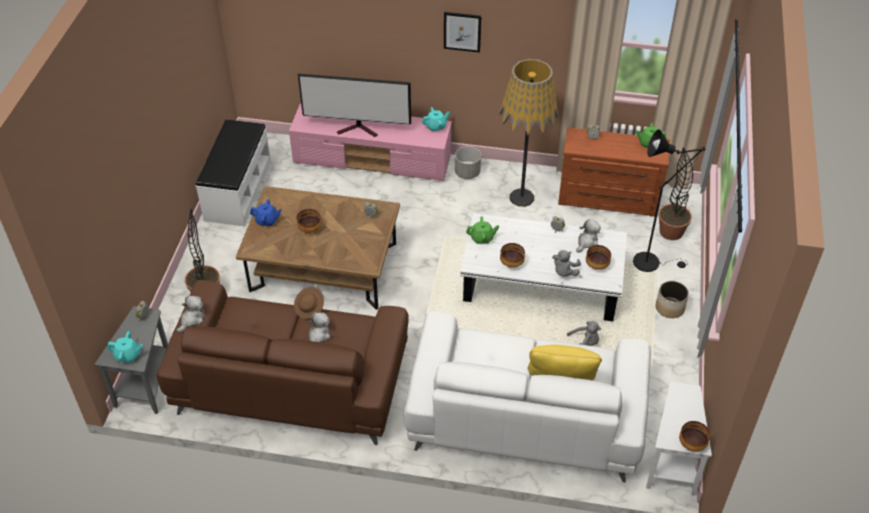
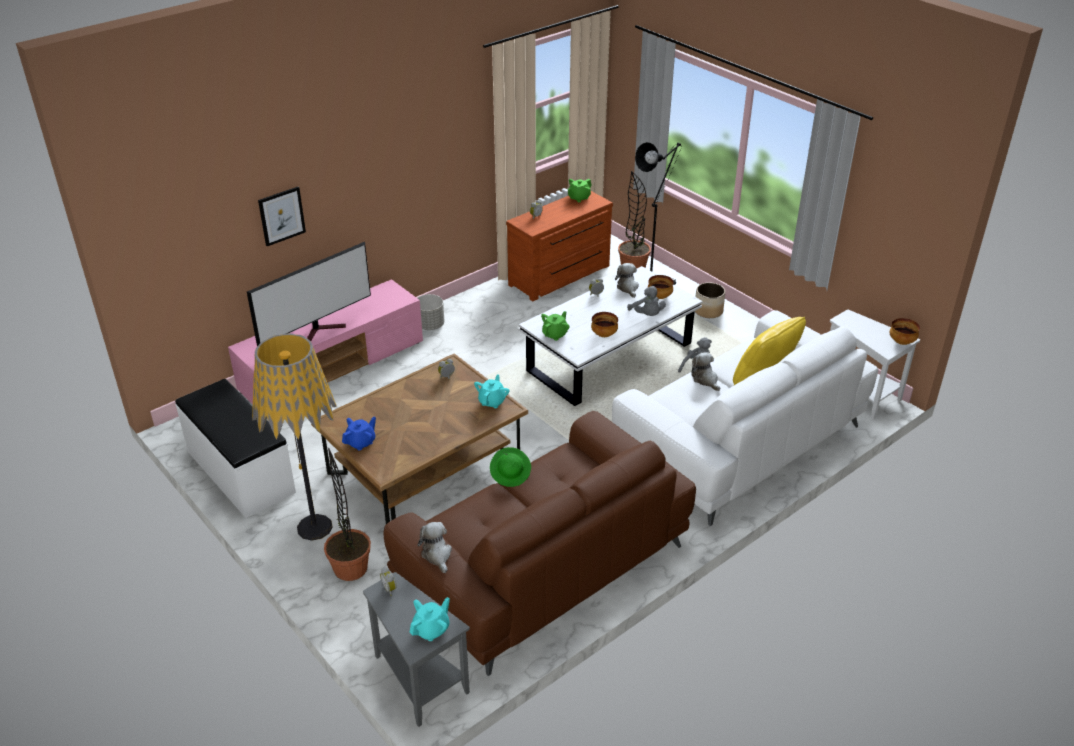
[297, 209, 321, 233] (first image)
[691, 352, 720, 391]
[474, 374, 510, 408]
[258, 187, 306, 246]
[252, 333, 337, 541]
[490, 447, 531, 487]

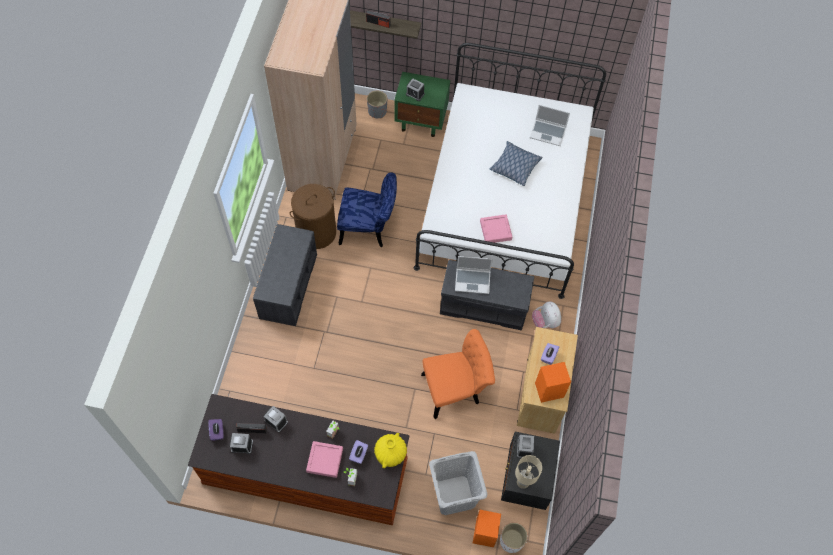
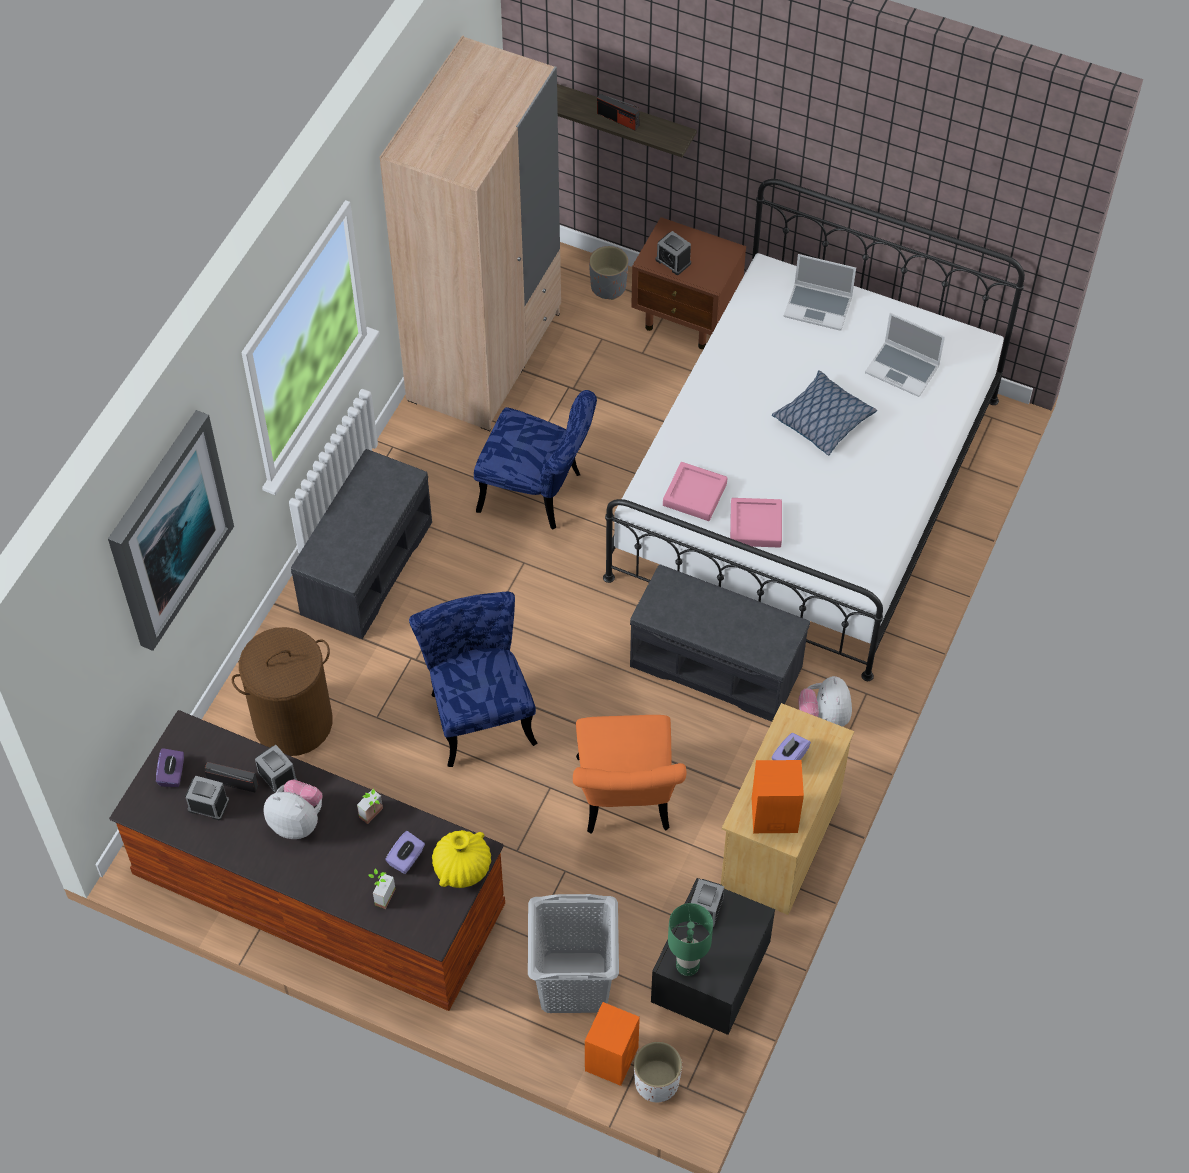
[108, 410, 234, 651]
[264, 779, 323, 839]
[409, 592, 538, 767]
[232, 627, 333, 756]
[663, 462, 727, 521]
[784, 254, 856, 331]
[631, 217, 746, 349]
[668, 903, 713, 976]
[573, 715, 686, 834]

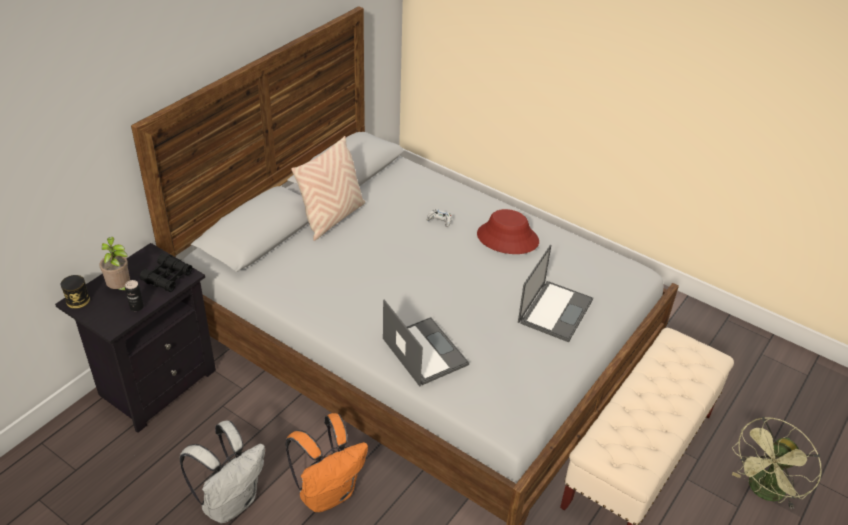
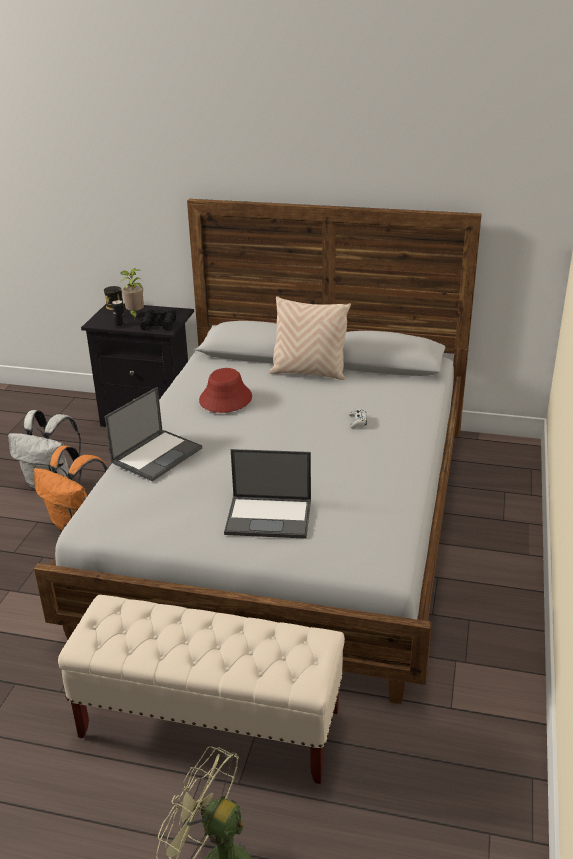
[199, 368, 252, 413]

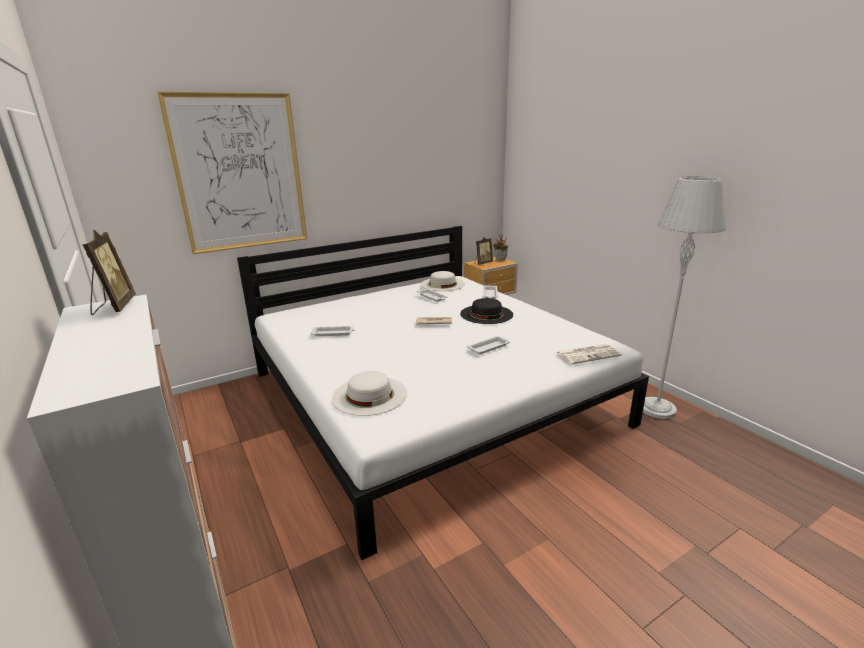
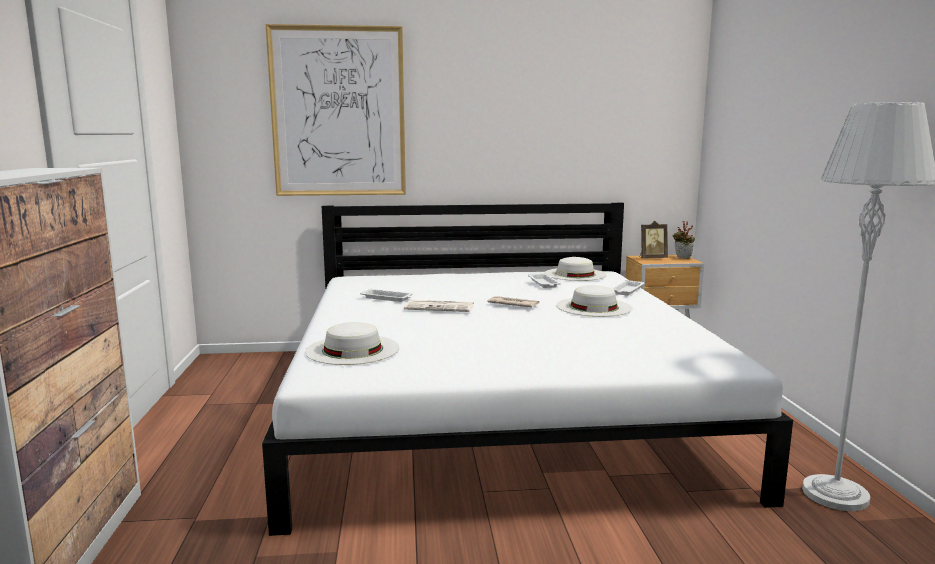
[83, 230, 136, 315] (first image)
[467, 336, 510, 354] (first image)
[404, 300, 474, 312]
[556, 285, 632, 317]

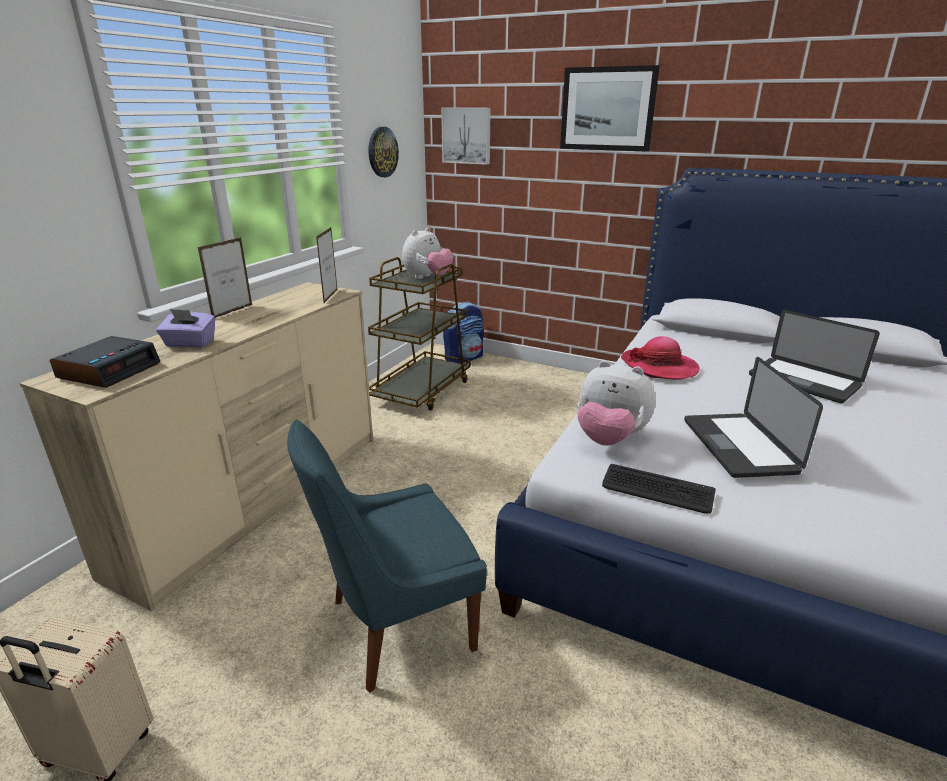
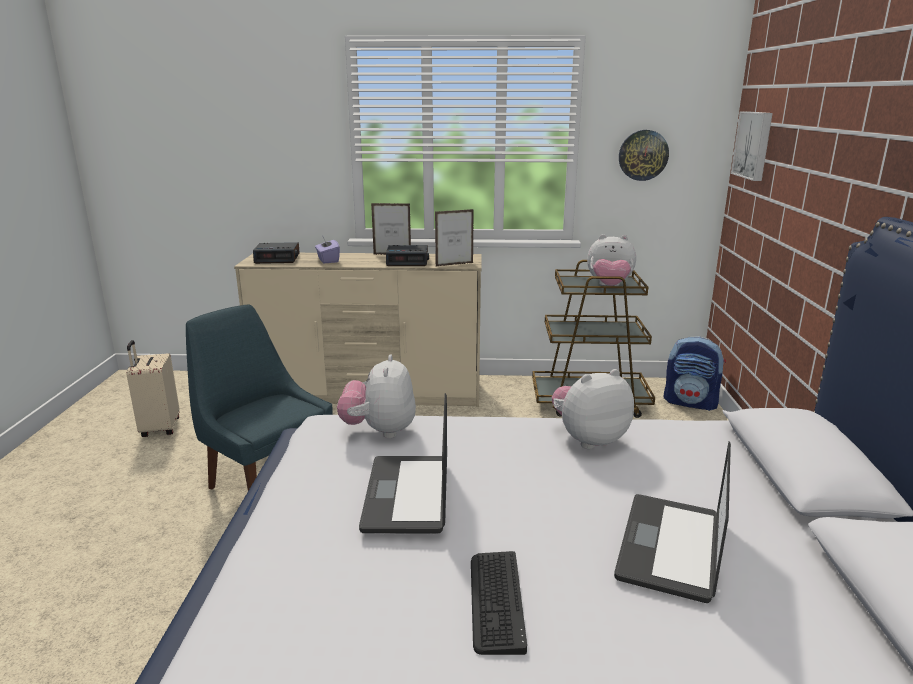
[560, 65, 660, 152] (first image)
[386, 245, 429, 266]
[471, 551, 527, 655]
[552, 369, 634, 449]
[359, 393, 447, 533]

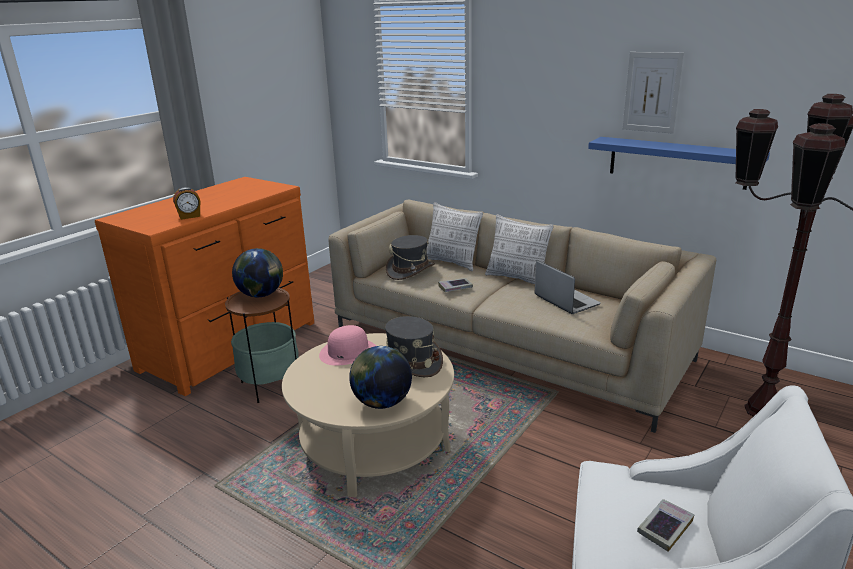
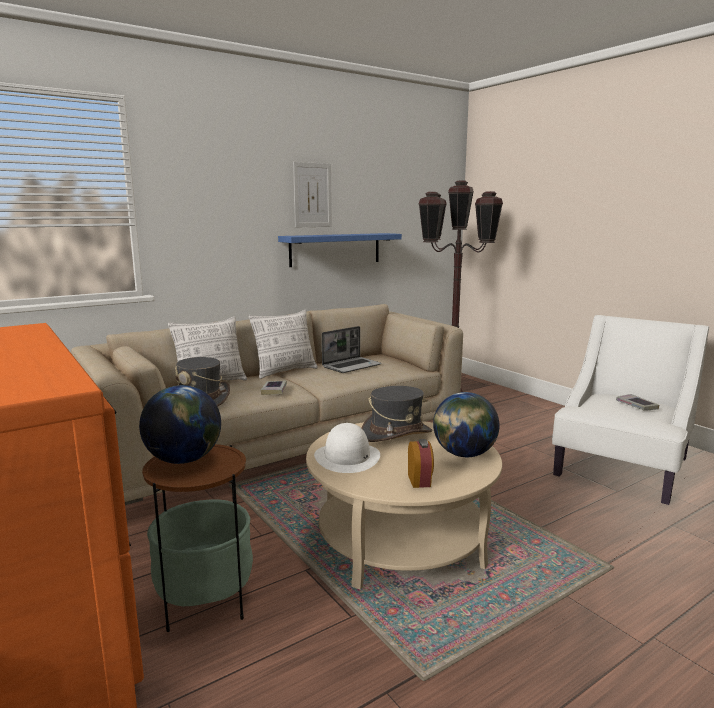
[408, 439, 434, 488]
[314, 423, 380, 473]
[322, 326, 382, 373]

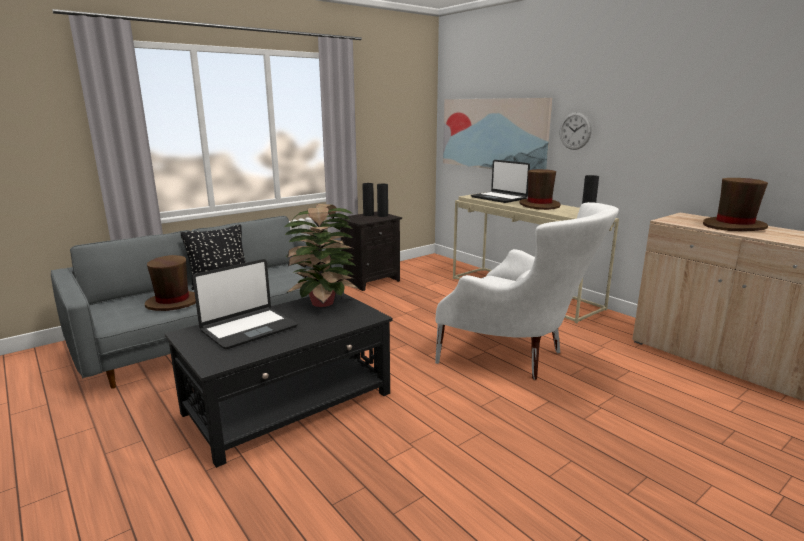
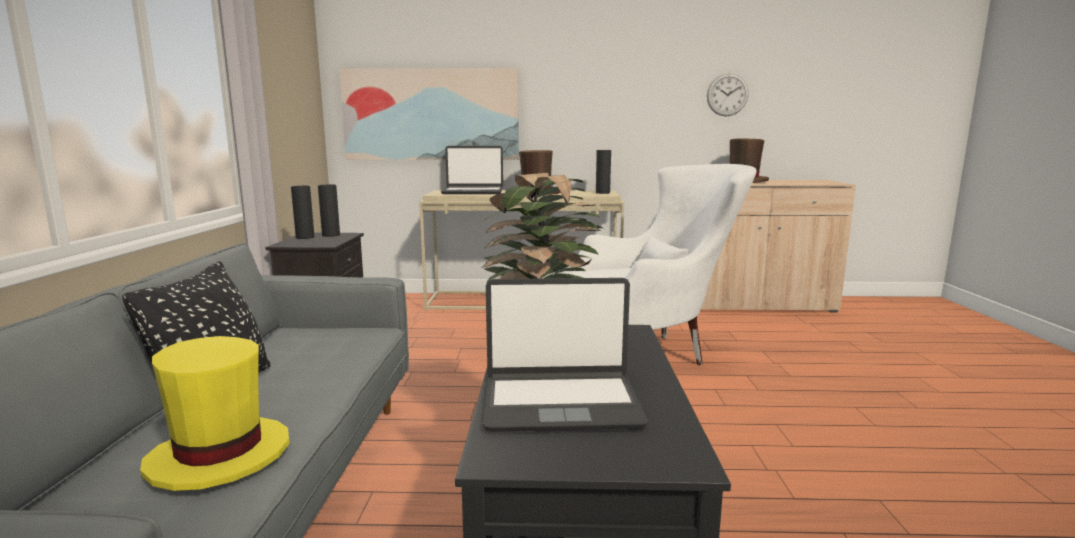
[707, 73, 749, 116]
[140, 336, 290, 491]
[483, 278, 648, 432]

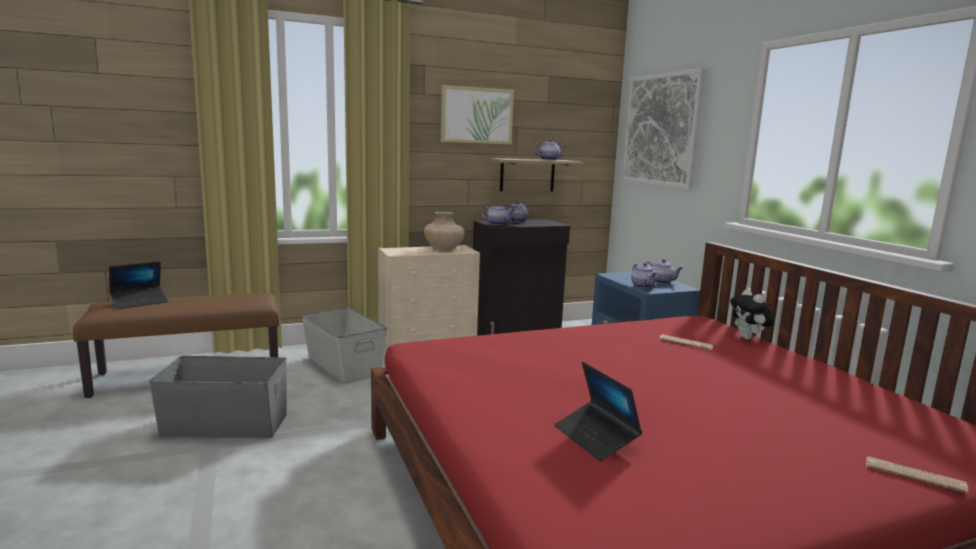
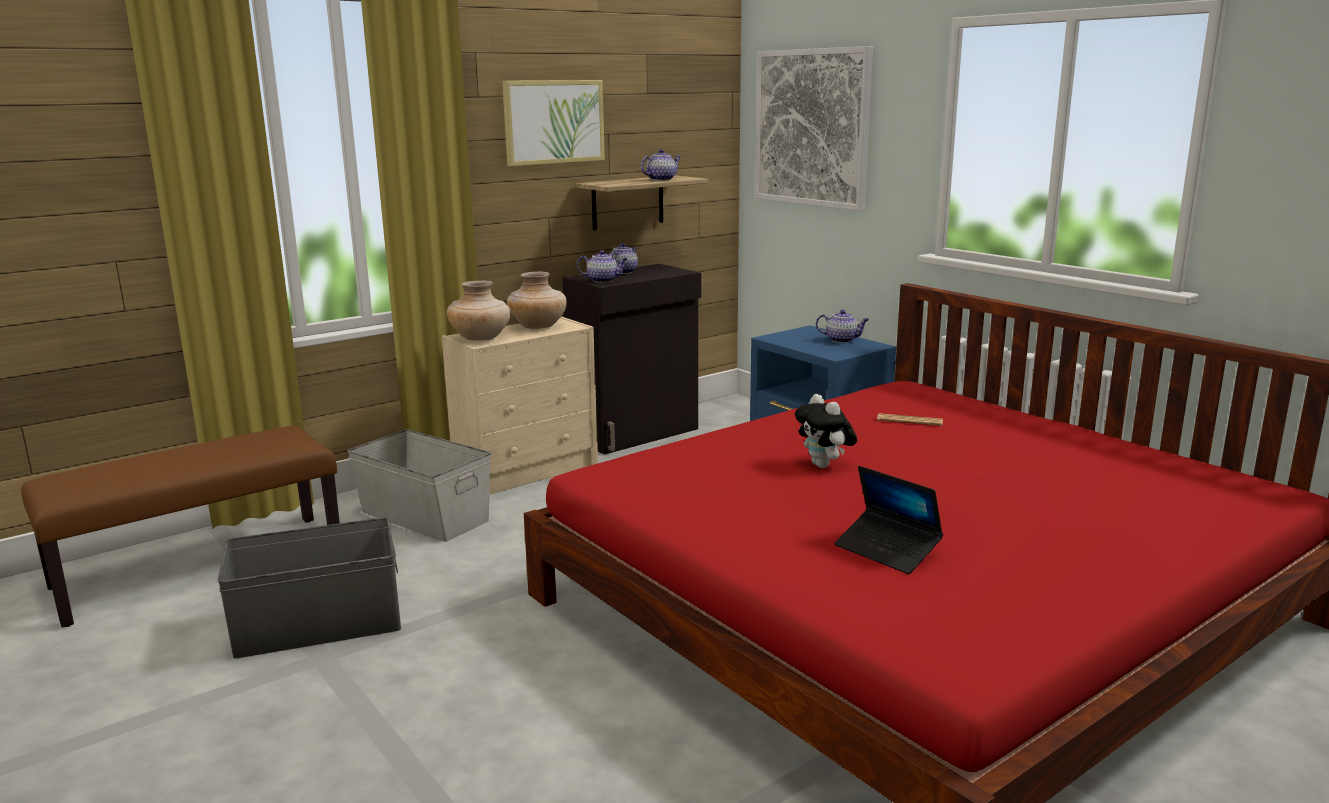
[109, 261, 169, 309] (first image)
[631, 263, 657, 288] (first image)
[866, 456, 968, 494] (first image)
[447, 281, 511, 340]
[795, 394, 857, 468]

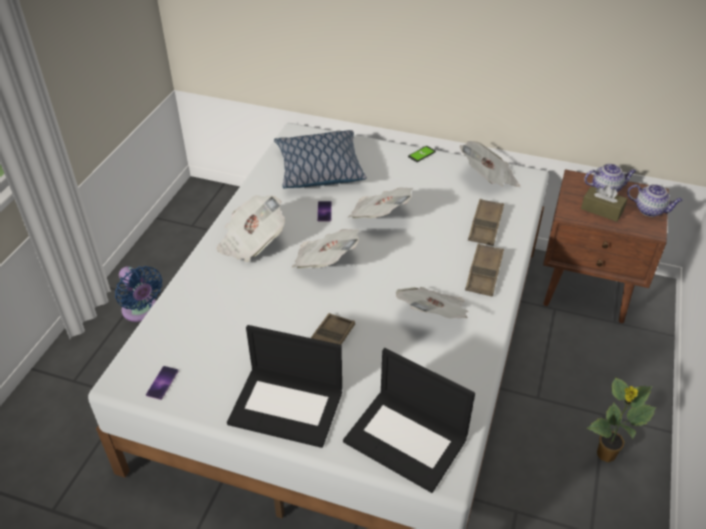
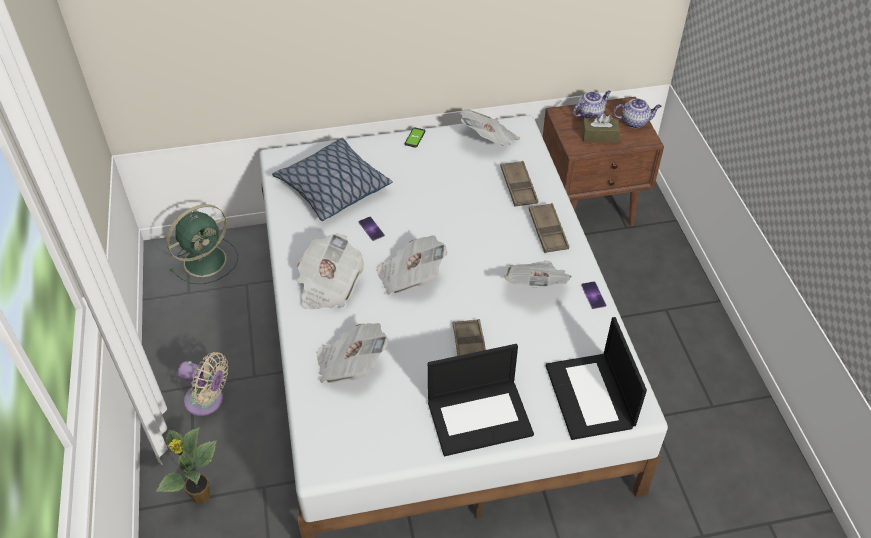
[166, 204, 238, 284]
[581, 281, 606, 309]
[316, 323, 388, 383]
[156, 427, 217, 504]
[178, 352, 228, 416]
[546, 317, 647, 440]

